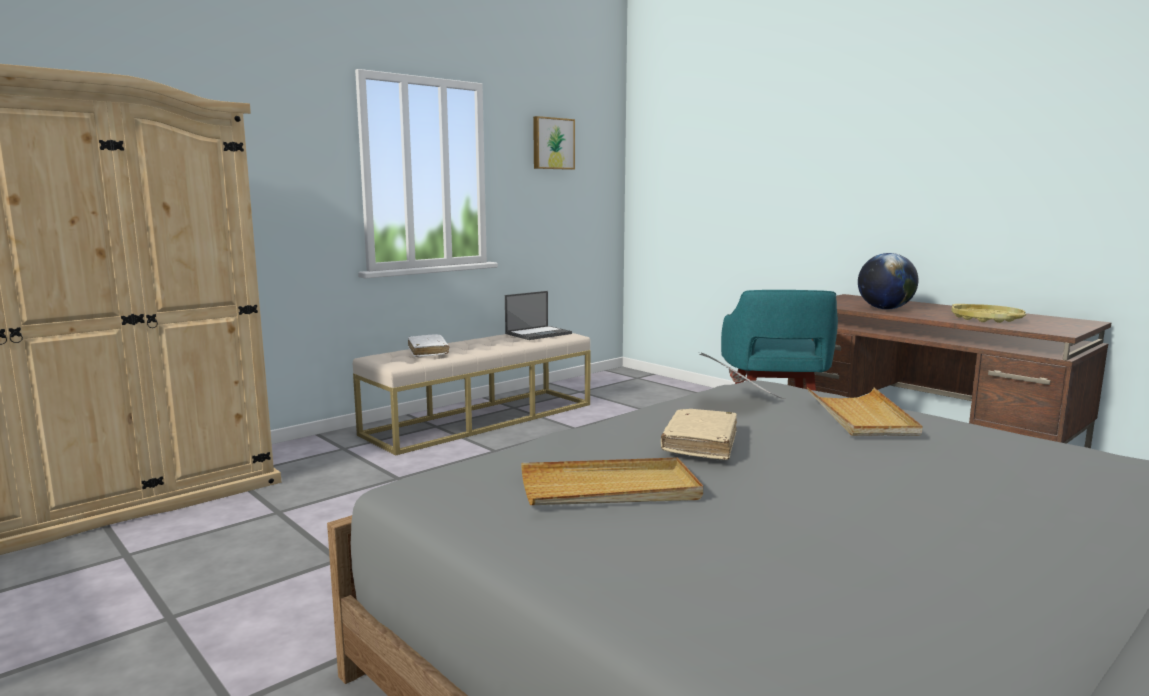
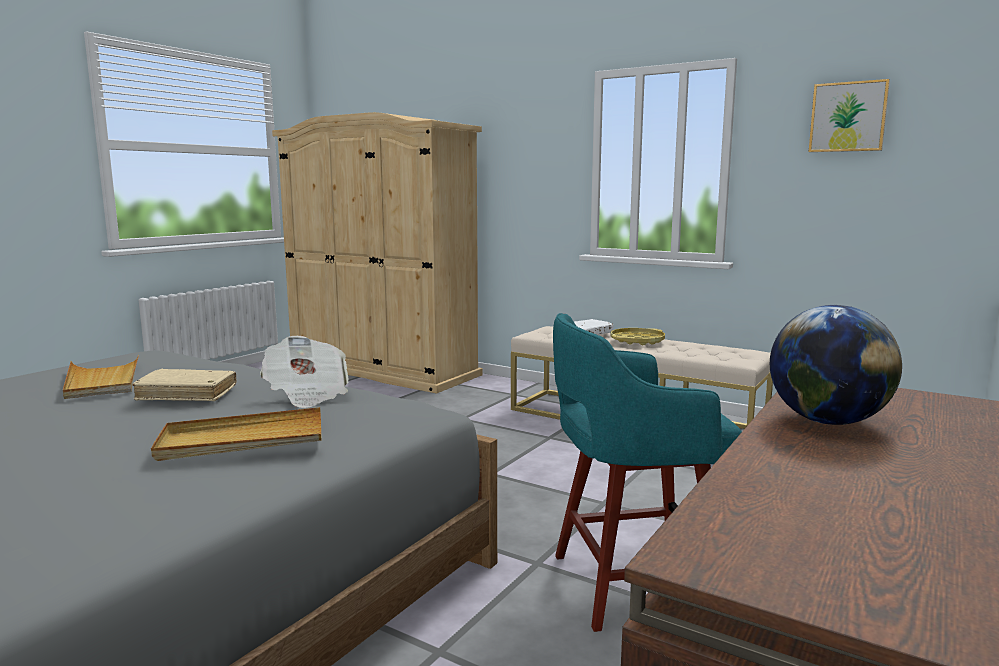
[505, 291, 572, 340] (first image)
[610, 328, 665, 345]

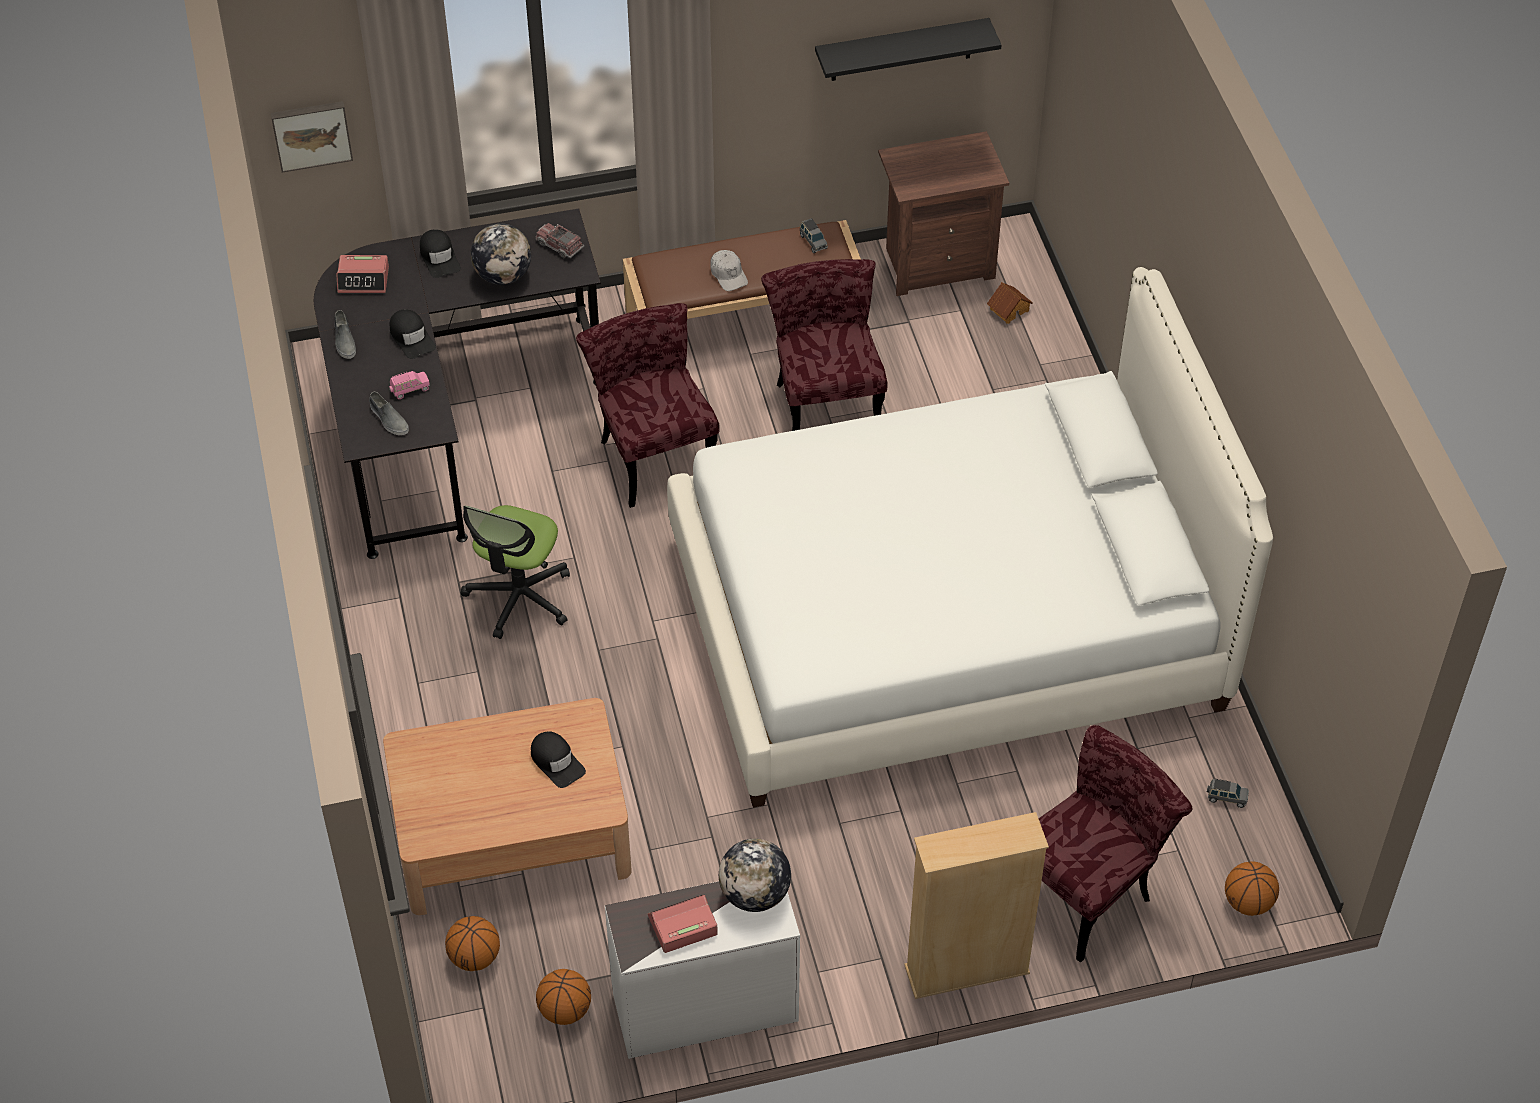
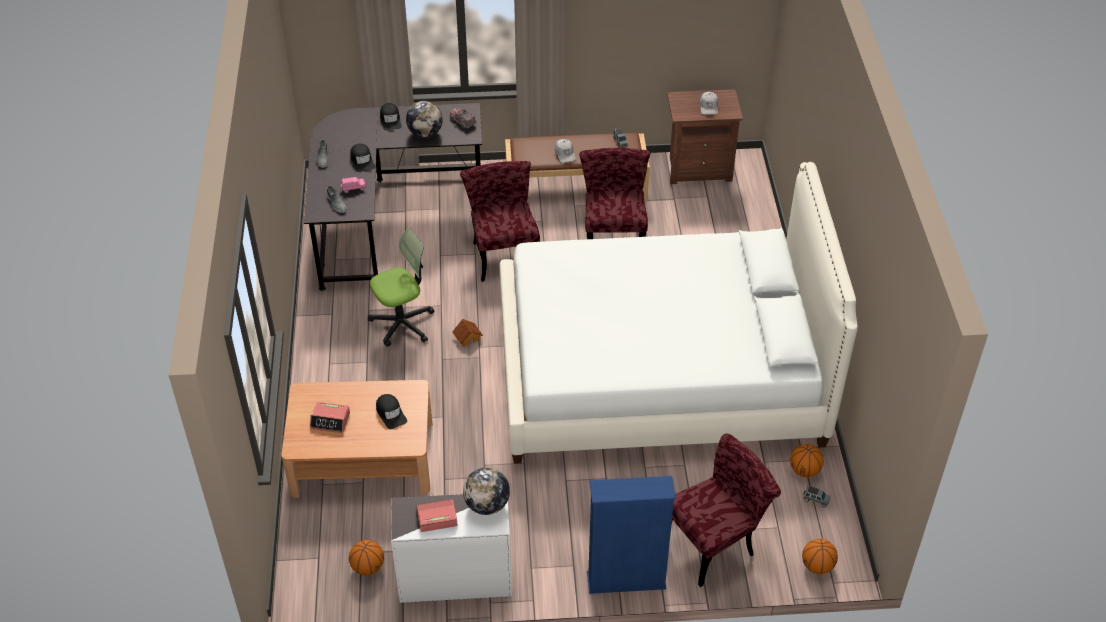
[271, 101, 353, 173] (first image)
[815, 18, 1002, 81] (first image)
[699, 92, 719, 115]
[310, 402, 350, 433]
[790, 444, 824, 477]
[452, 319, 483, 347]
[587, 476, 676, 594]
[368, 228, 434, 347]

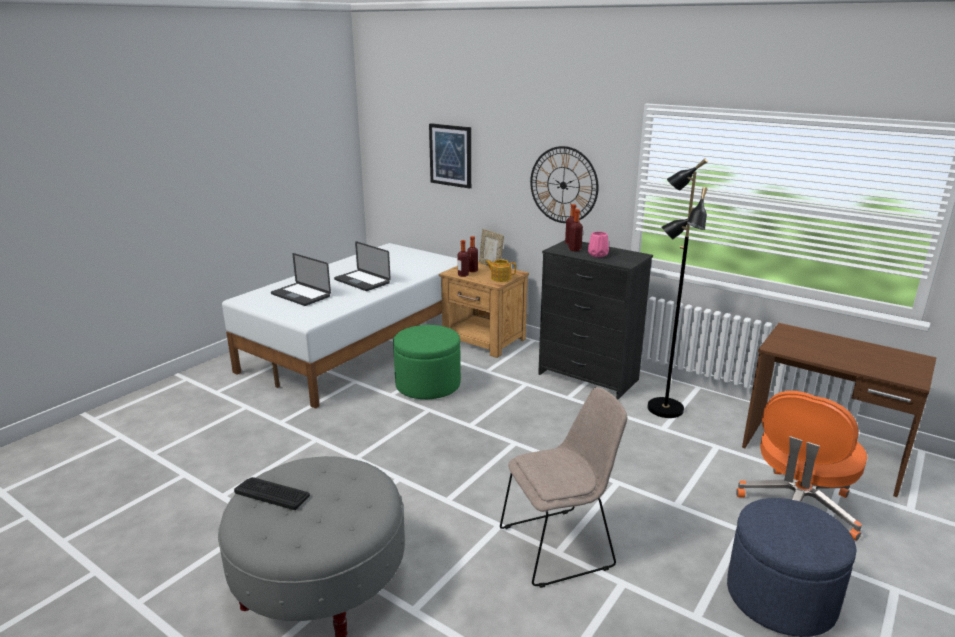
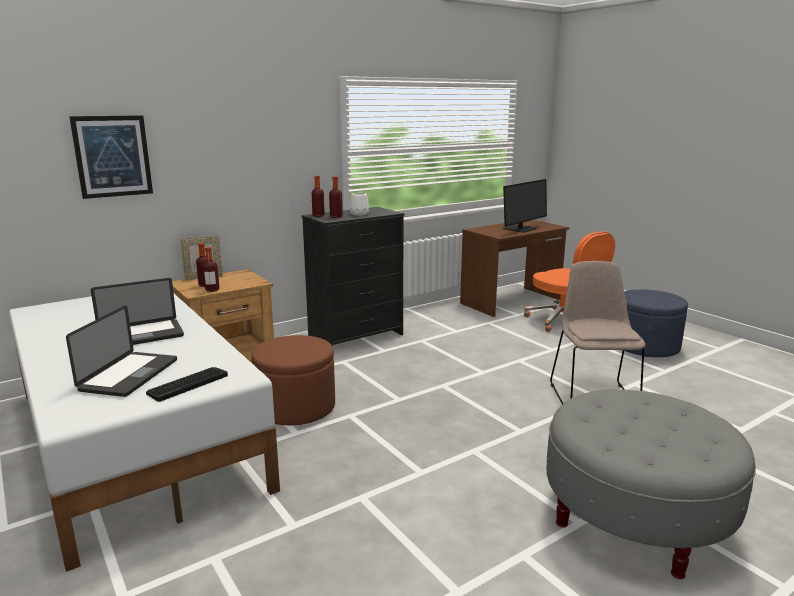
[485, 259, 516, 282] (first image)
[530, 146, 599, 223] (first image)
[648, 158, 708, 418] (first image)
[503, 179, 547, 233]
[146, 367, 228, 402]
[251, 335, 335, 425]
[350, 193, 369, 216]
[66, 306, 177, 397]

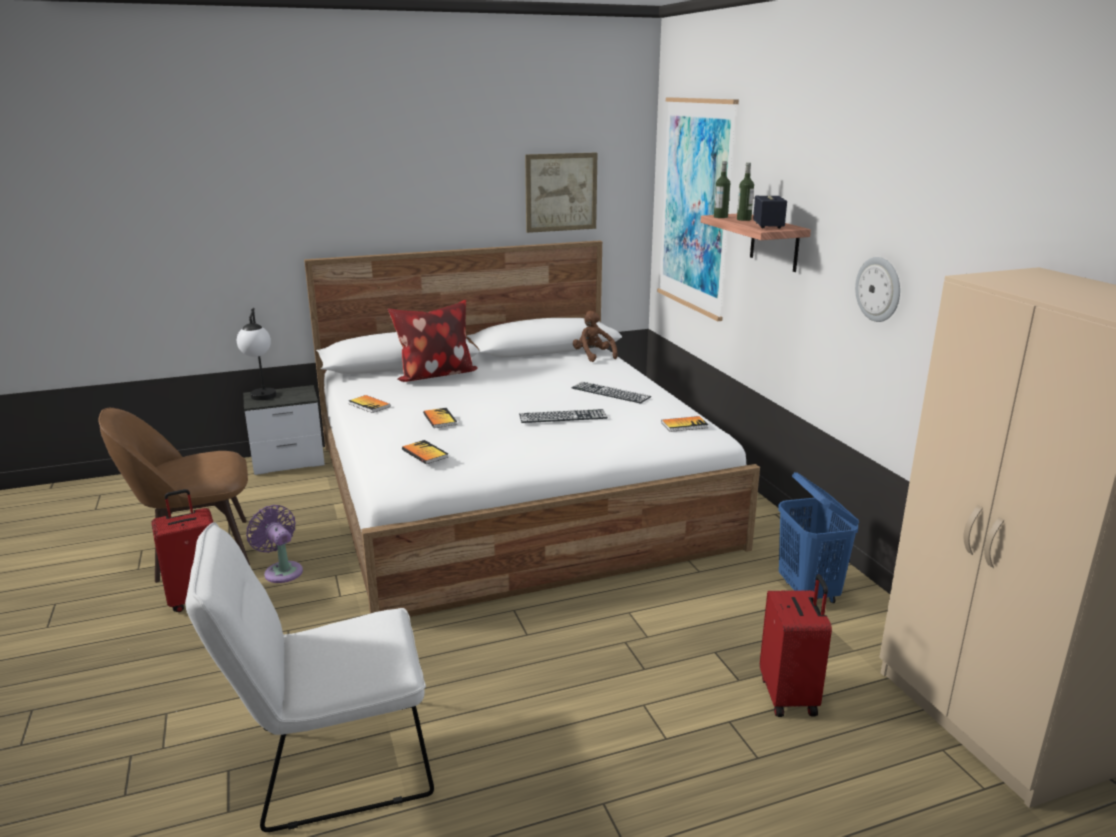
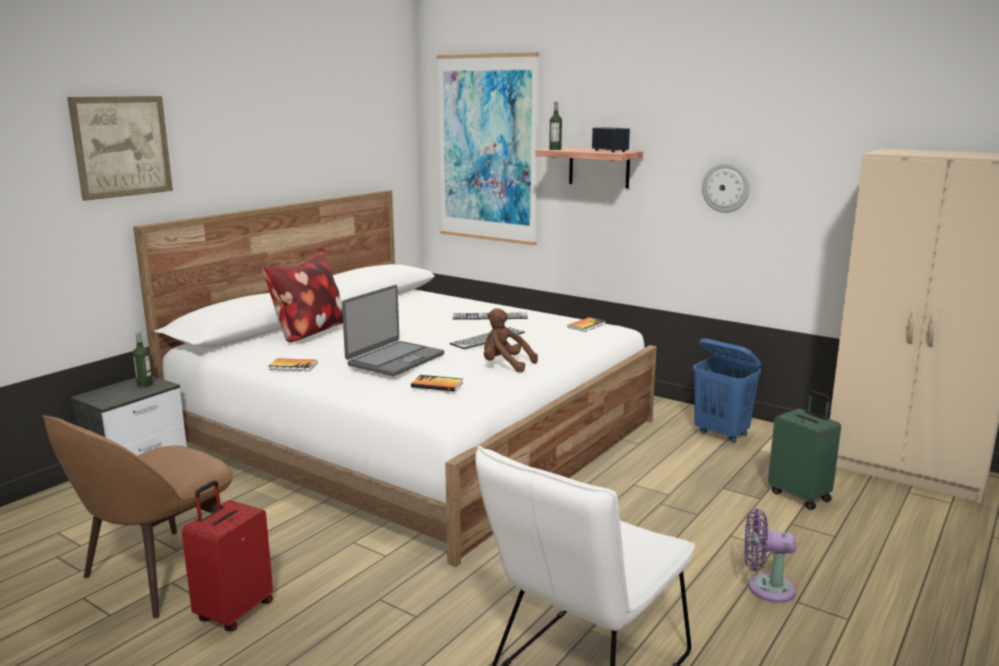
[237, 308, 276, 400] (first image)
[744, 509, 796, 603]
[67, 96, 173, 201]
[484, 308, 538, 372]
[133, 332, 153, 387]
[342, 285, 444, 376]
[768, 391, 841, 510]

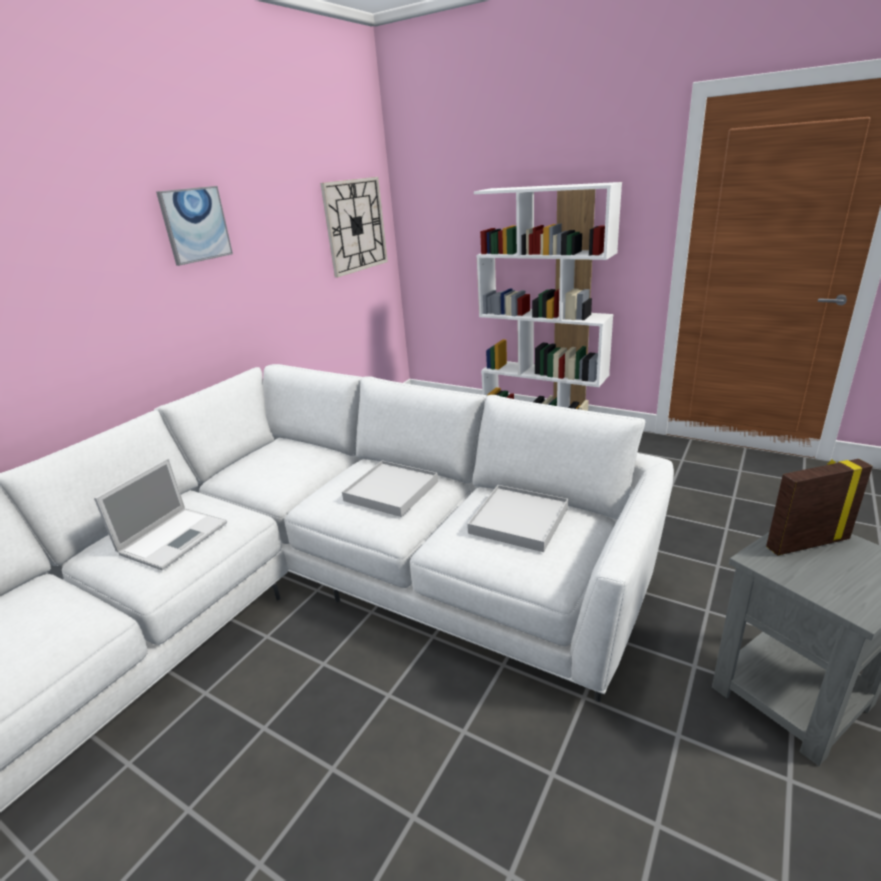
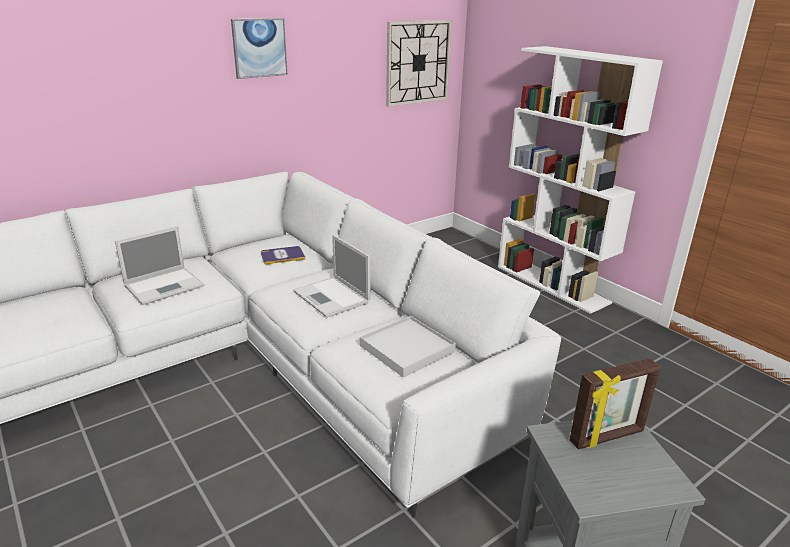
[261, 246, 306, 265]
[293, 235, 371, 318]
[570, 359, 660, 450]

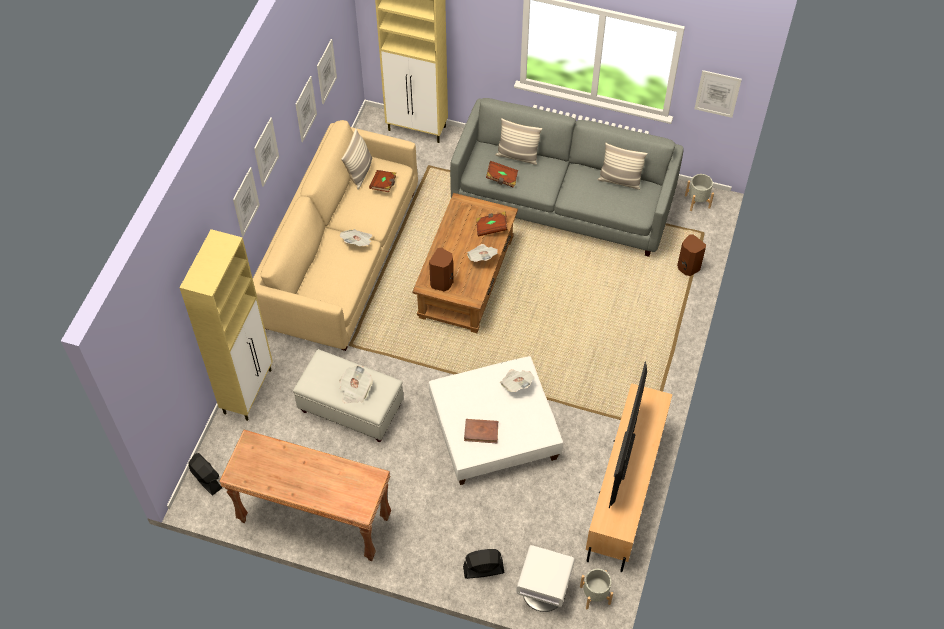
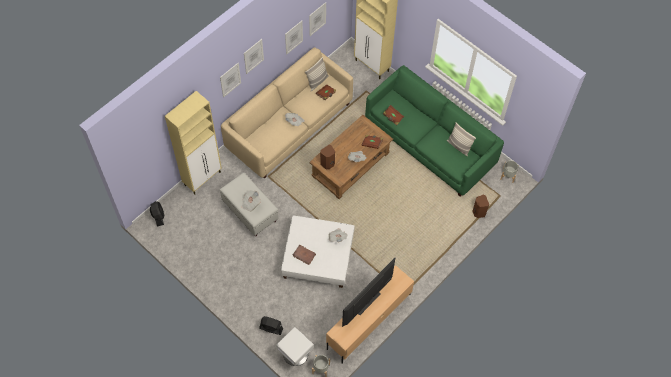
[219, 430, 391, 561] (first image)
[496, 118, 542, 165] (first image)
[694, 70, 742, 118] (first image)
[365, 65, 504, 196]

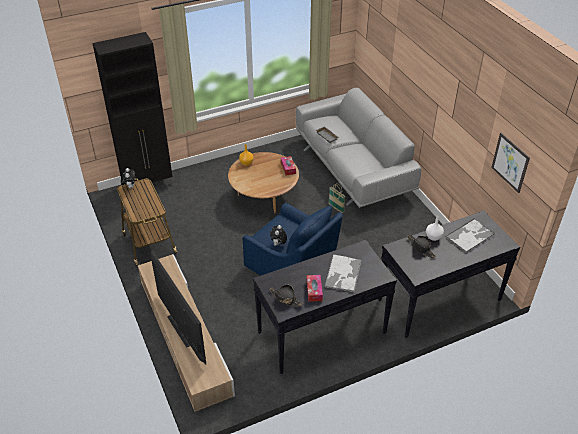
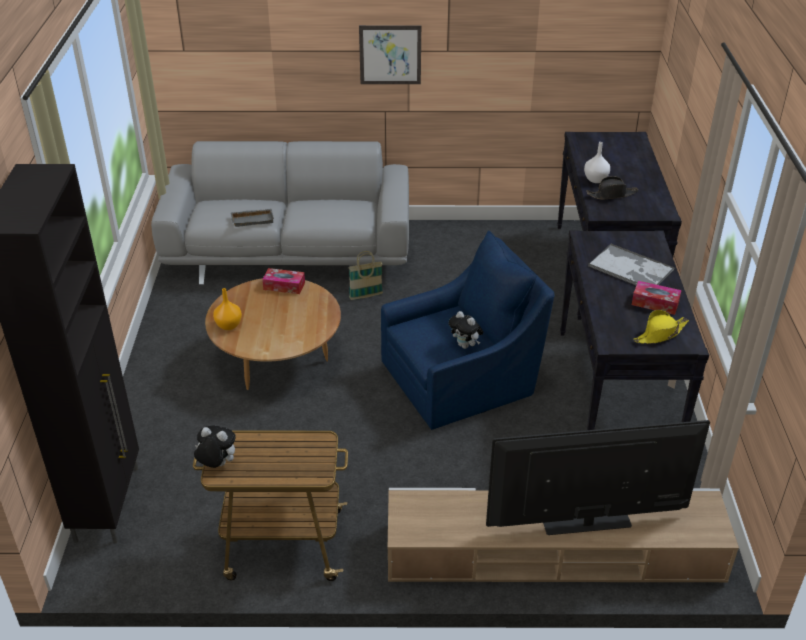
[445, 218, 495, 253] (first image)
[359, 25, 421, 84]
[633, 310, 689, 344]

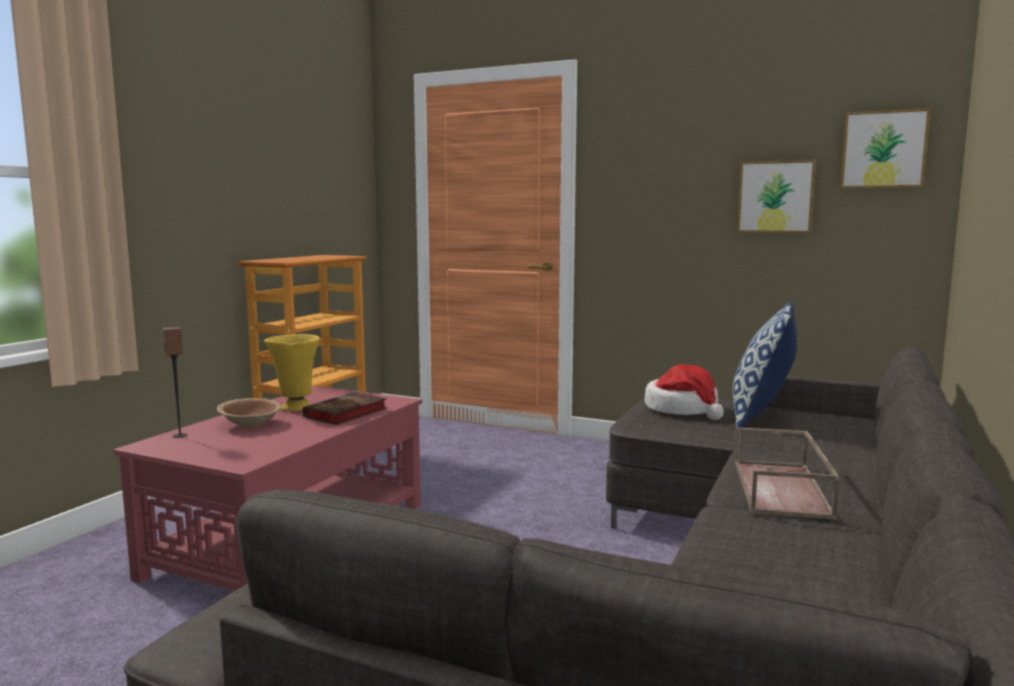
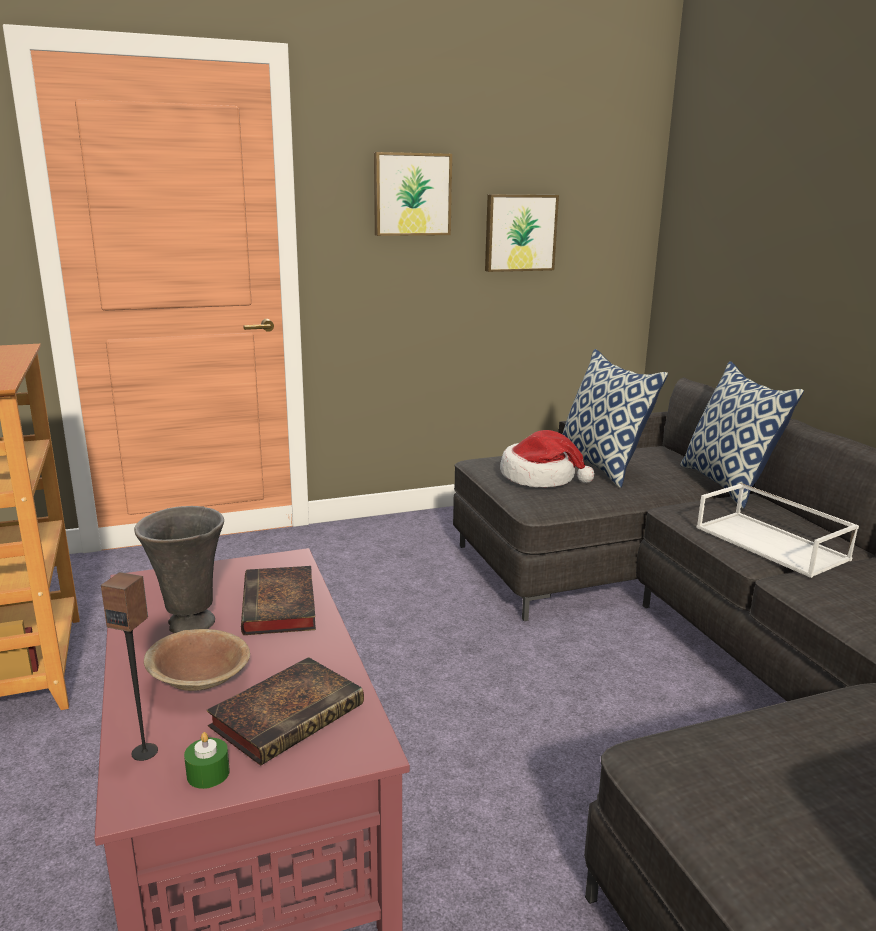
[184, 732, 230, 789]
[207, 657, 364, 766]
[680, 361, 804, 509]
[374, 152, 452, 236]
[134, 506, 224, 633]
[696, 483, 859, 578]

